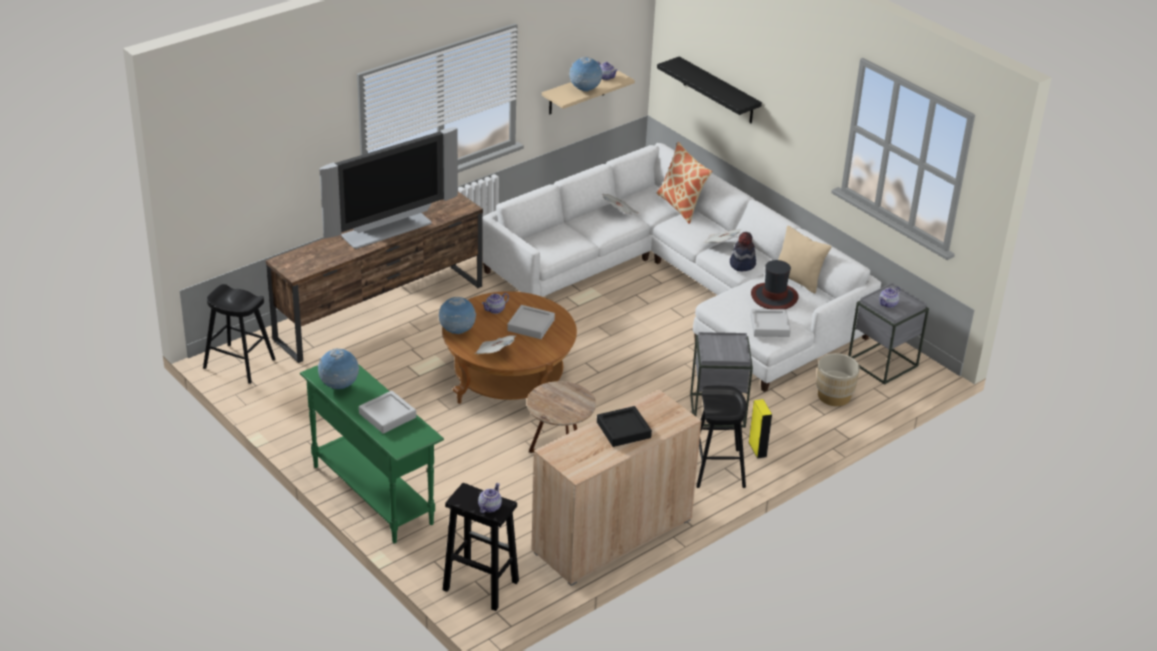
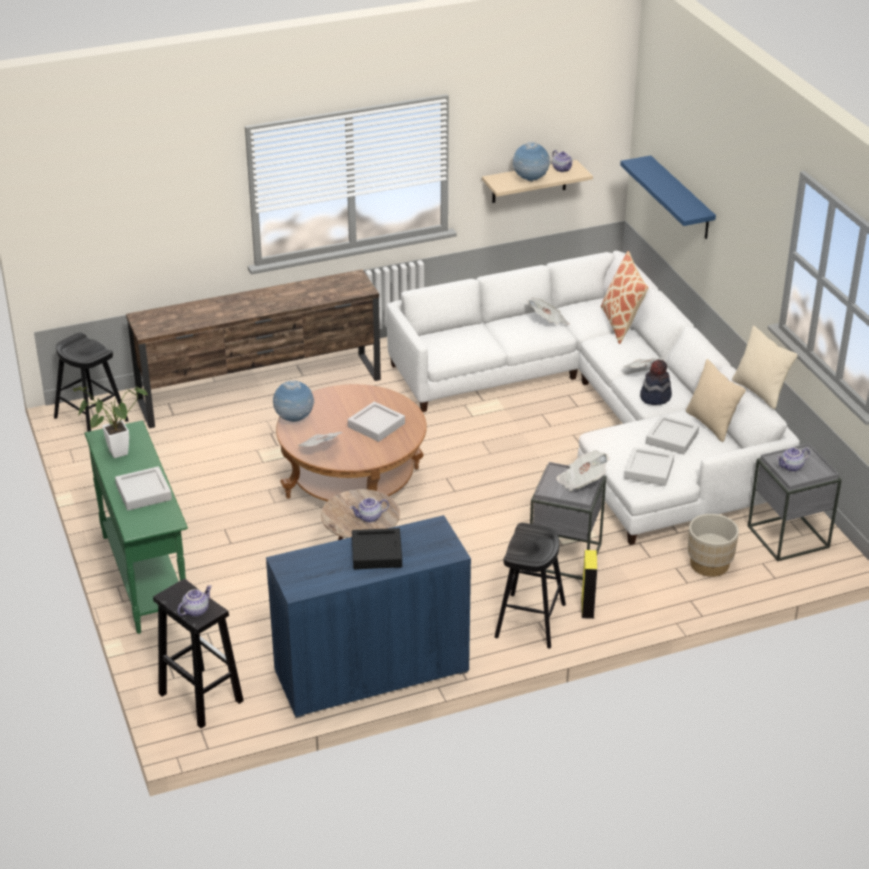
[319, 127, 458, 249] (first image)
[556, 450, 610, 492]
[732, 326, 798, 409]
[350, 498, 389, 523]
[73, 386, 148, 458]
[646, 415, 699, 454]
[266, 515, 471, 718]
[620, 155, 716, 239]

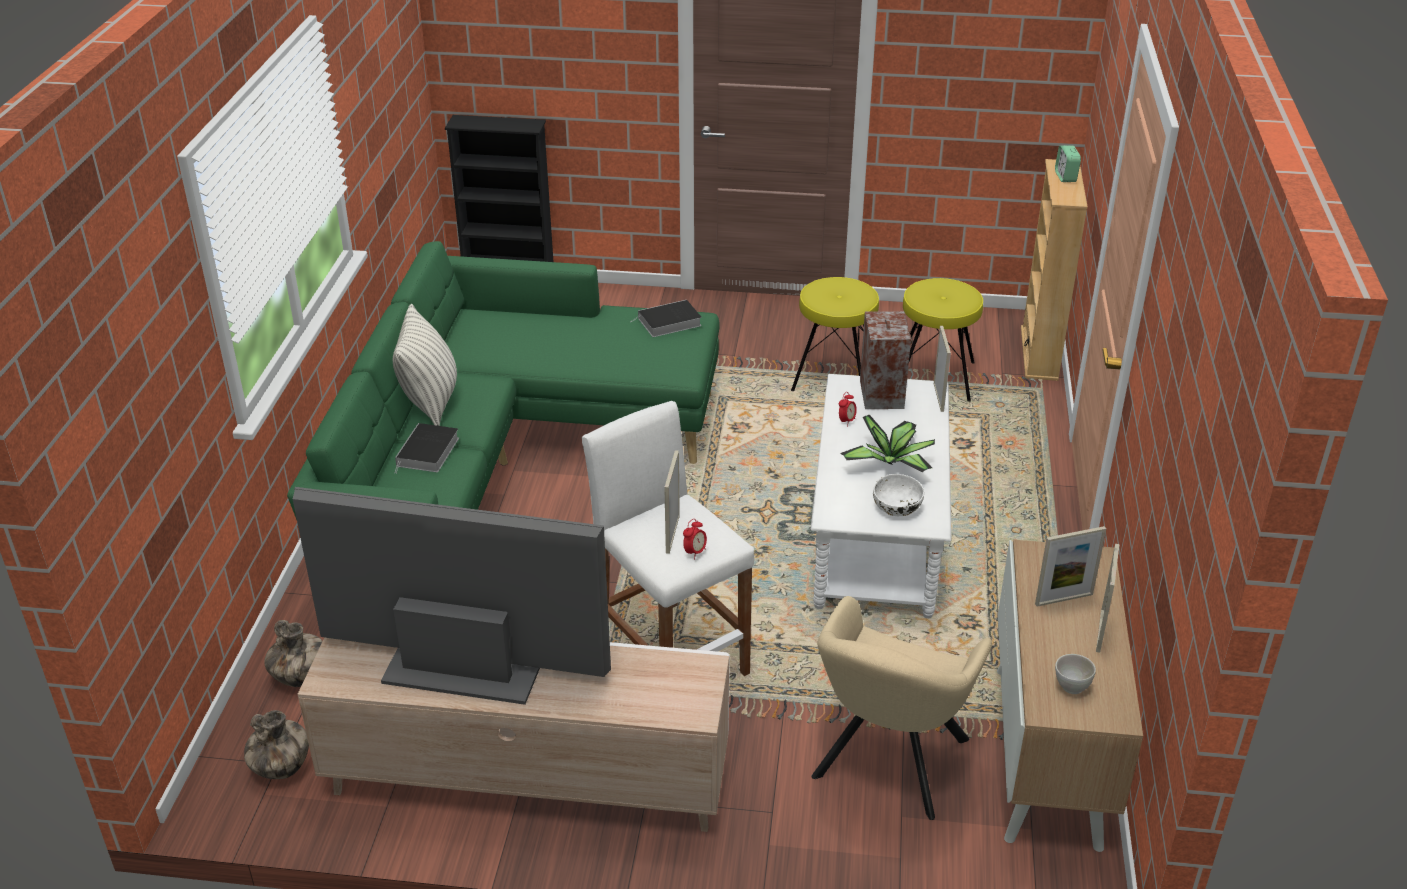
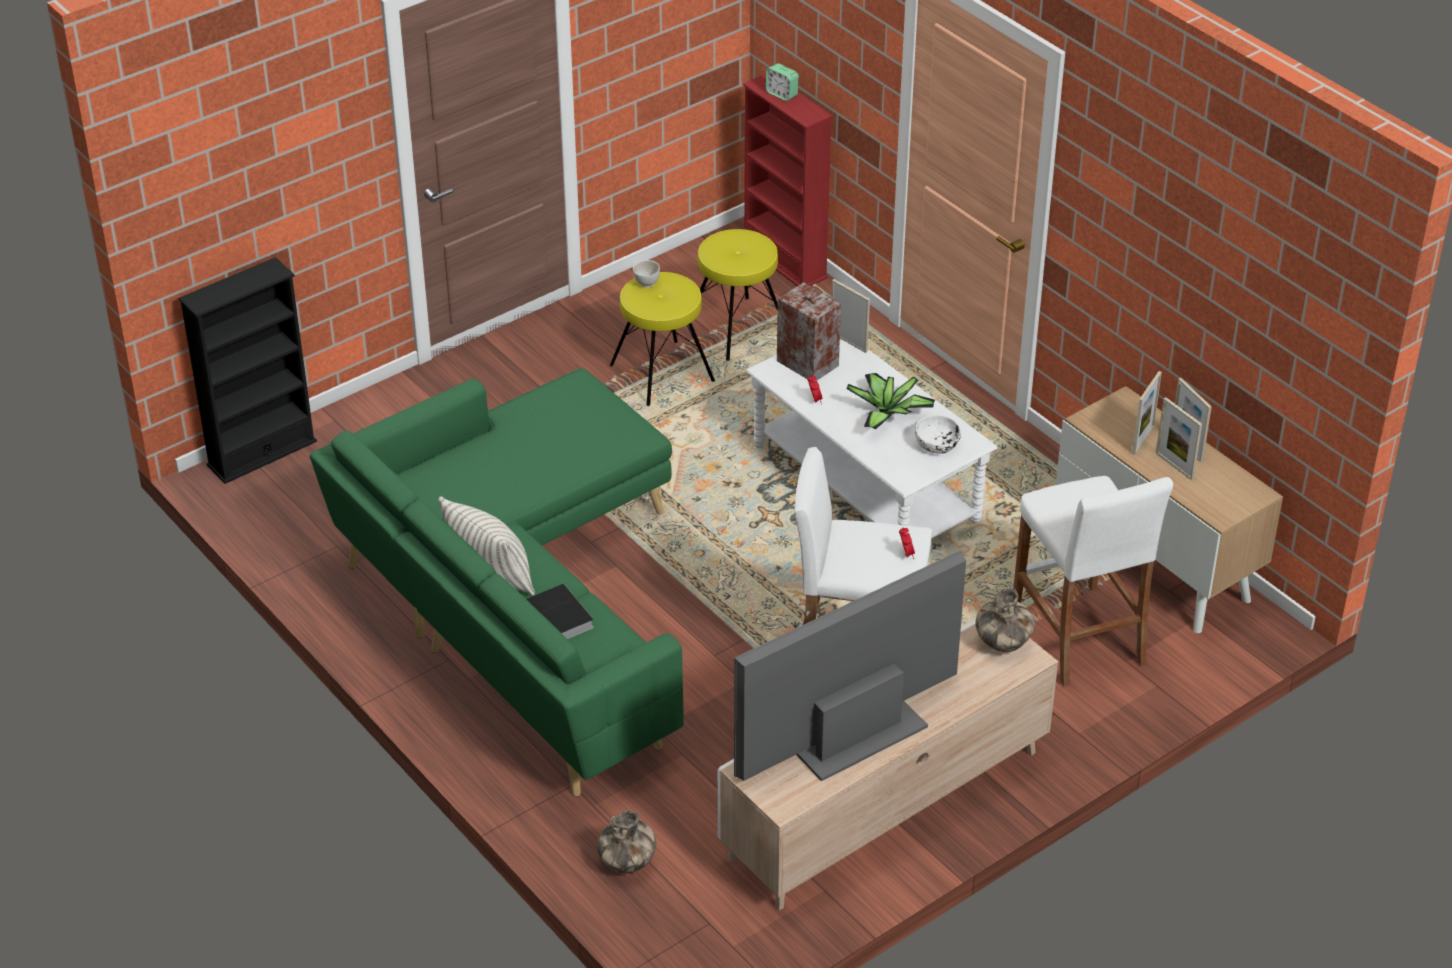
[630, 300, 701, 337] (first image)
[975, 588, 1035, 652]
[1156, 397, 1202, 480]
[633, 260, 660, 287]
[1013, 476, 1173, 687]
[743, 74, 833, 286]

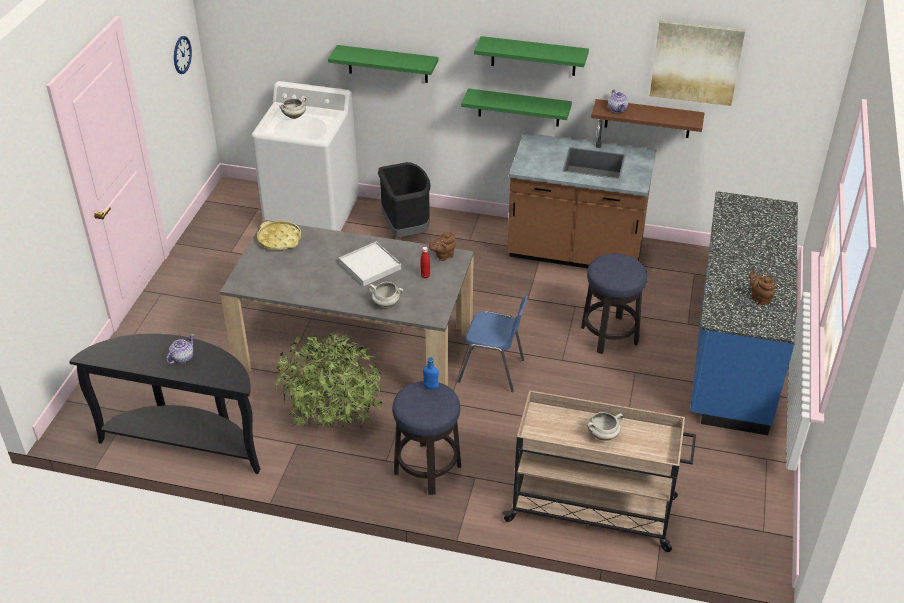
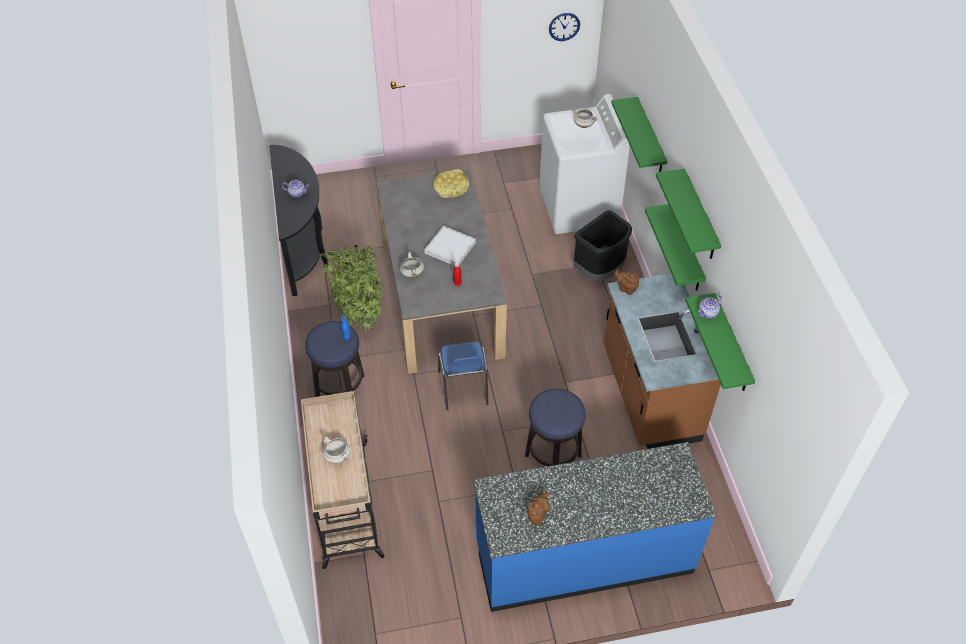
[650, 20, 745, 106] (first image)
[614, 269, 639, 295]
[685, 293, 755, 391]

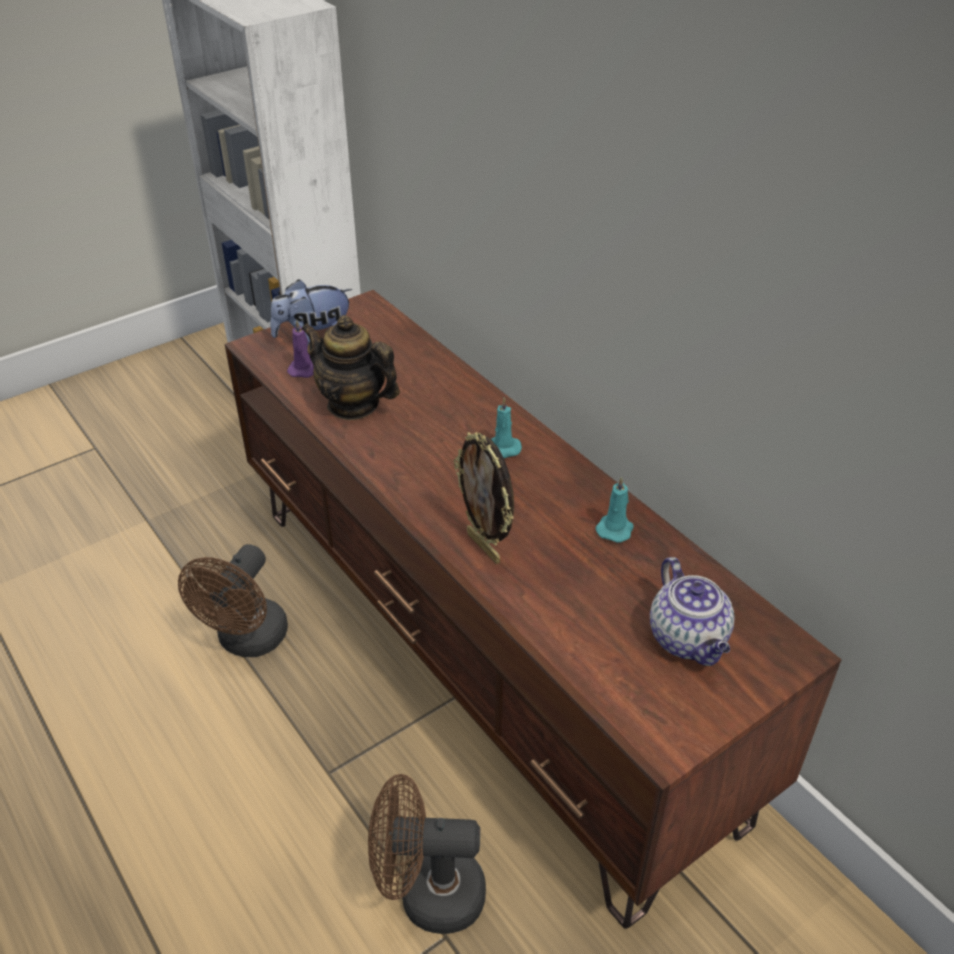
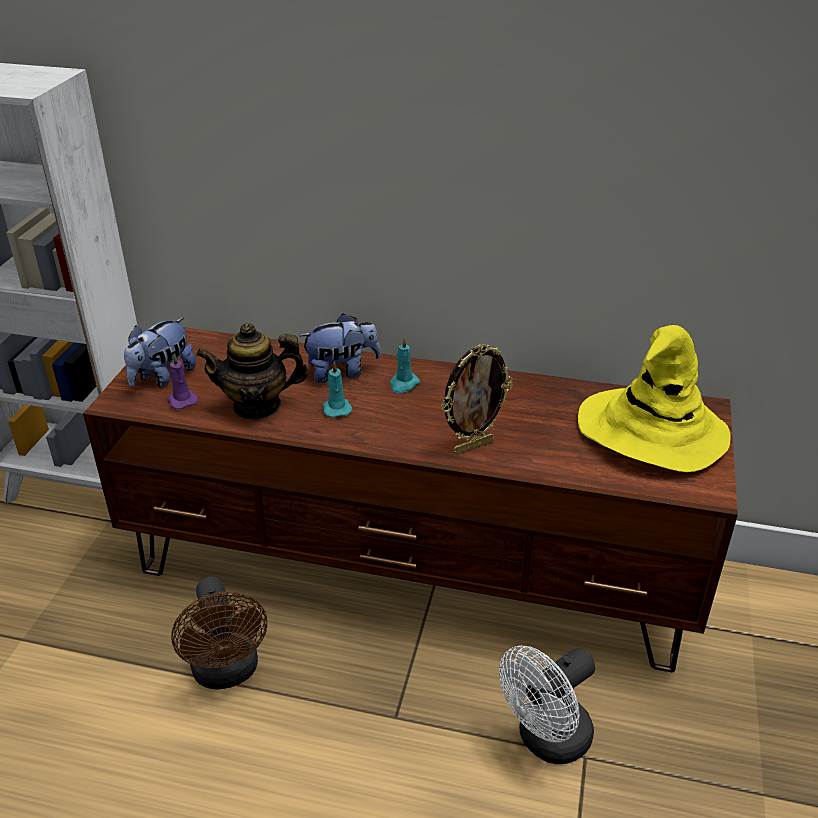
[300, 313, 381, 383]
[323, 361, 353, 418]
[578, 325, 730, 472]
[499, 645, 595, 764]
[441, 344, 513, 455]

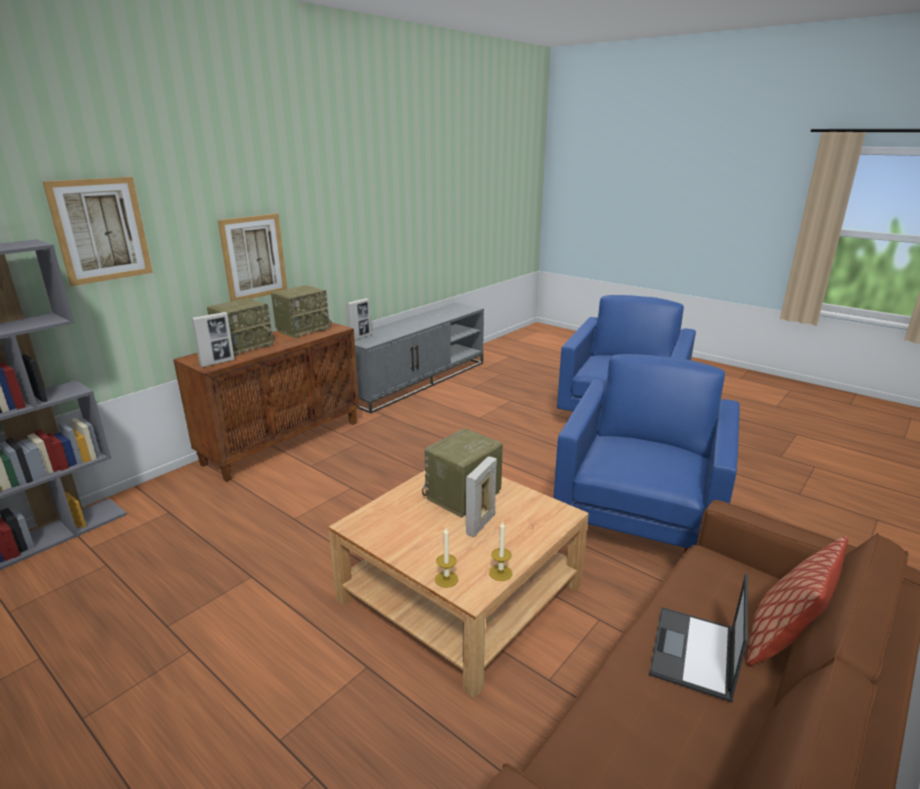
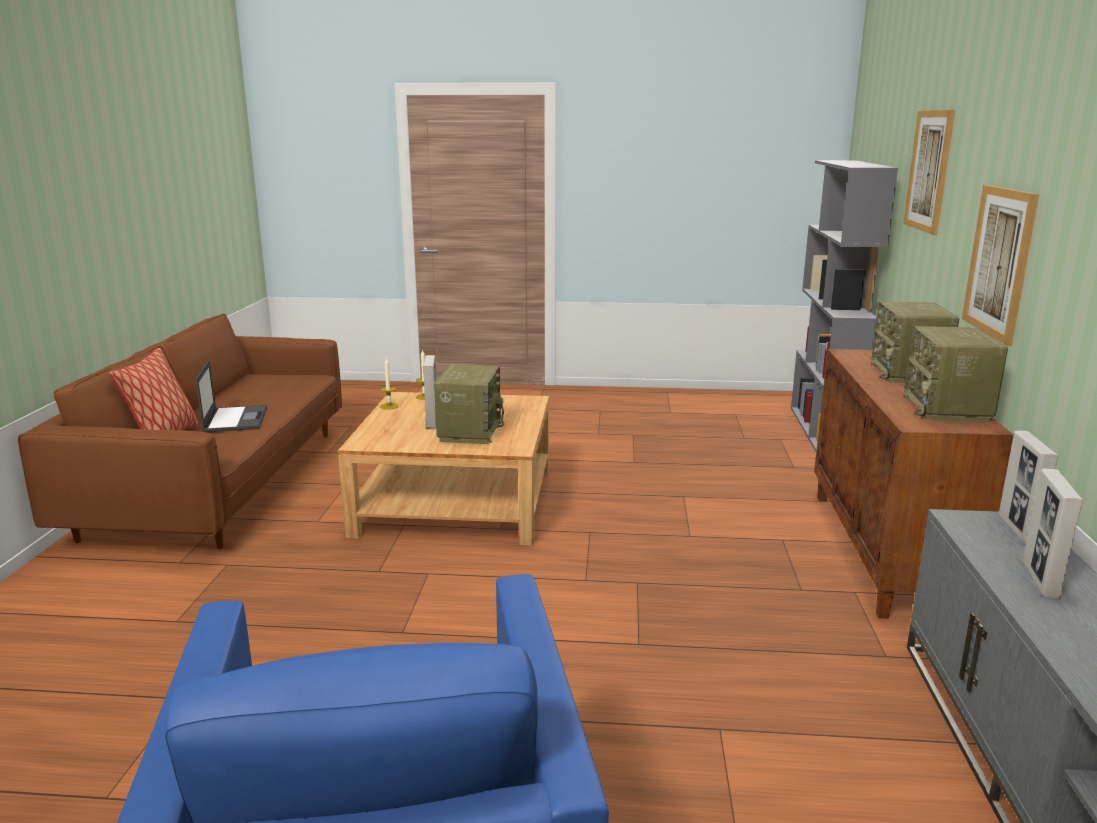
[553, 354, 740, 553] (first image)
[1023, 469, 1083, 599]

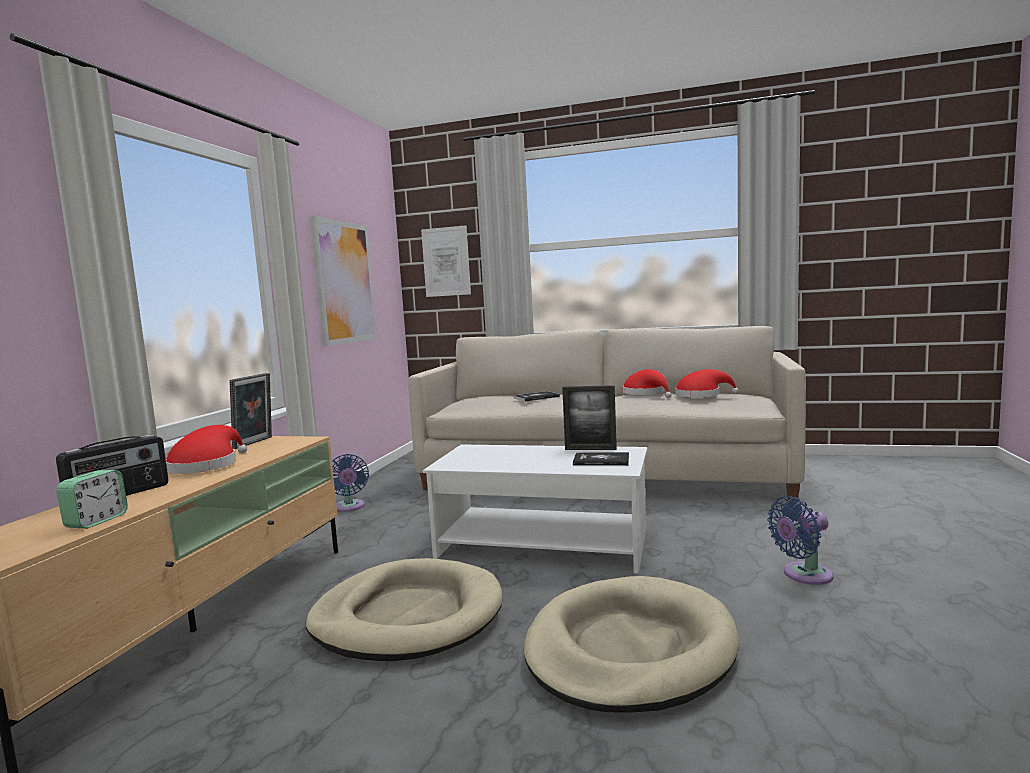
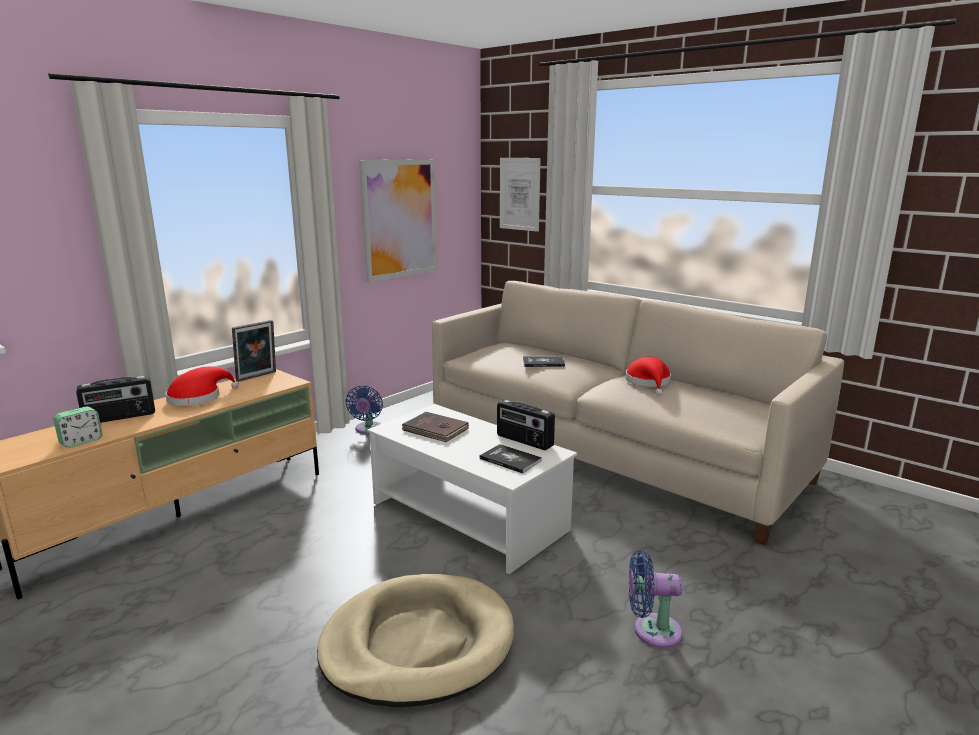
[305, 558, 503, 661] (first image)
[675, 369, 739, 398] (first image)
[401, 412, 469, 442]
[497, 400, 555, 450]

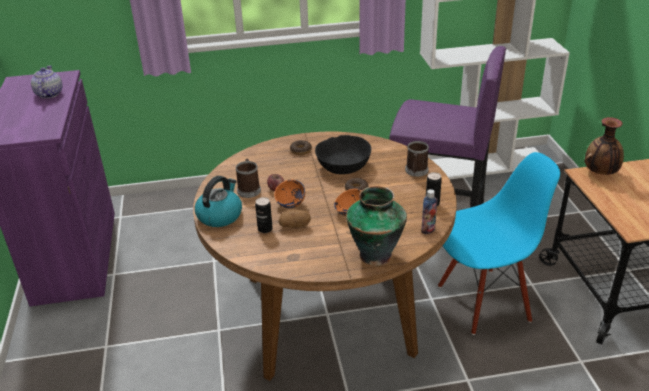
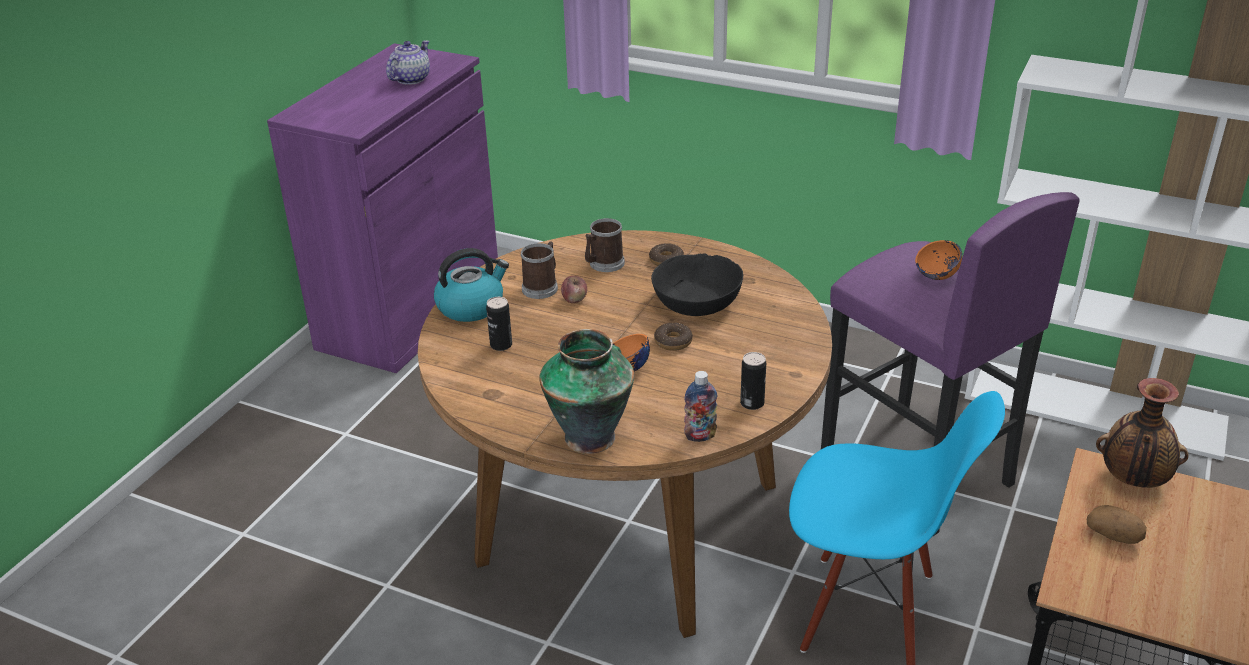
[915, 240, 962, 280]
[1087, 505, 1147, 544]
[585, 218, 625, 272]

